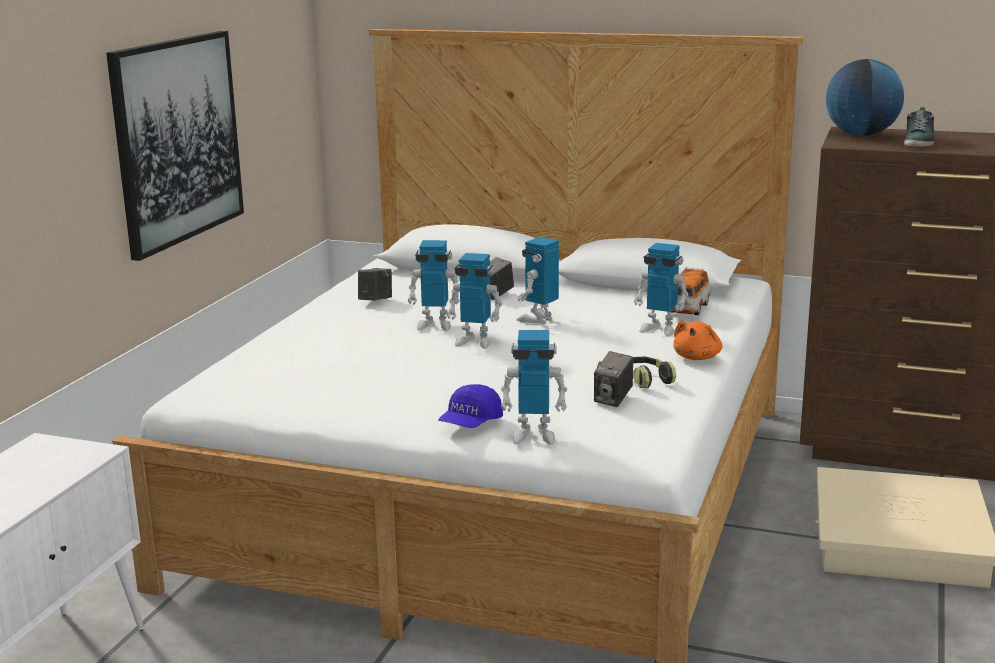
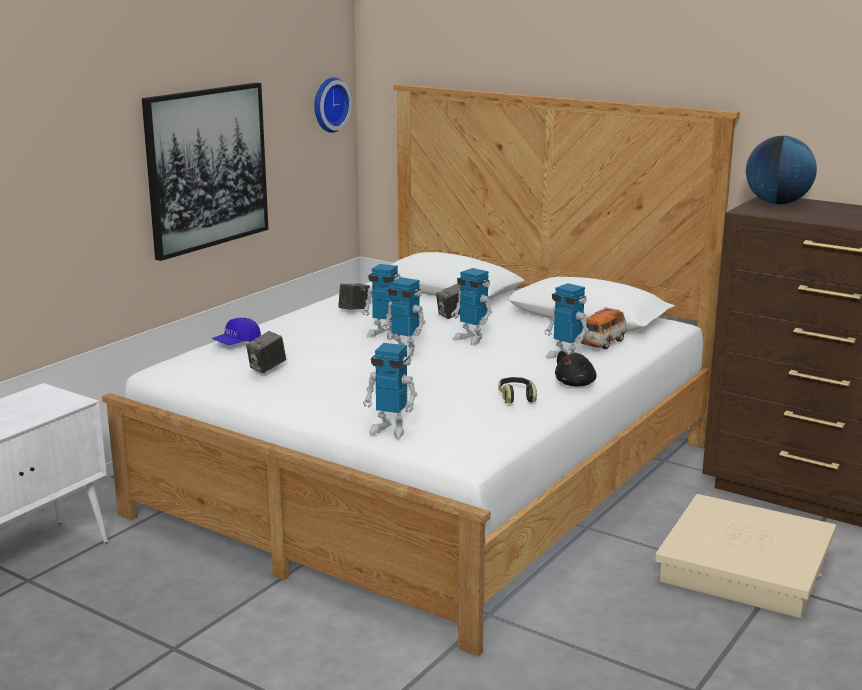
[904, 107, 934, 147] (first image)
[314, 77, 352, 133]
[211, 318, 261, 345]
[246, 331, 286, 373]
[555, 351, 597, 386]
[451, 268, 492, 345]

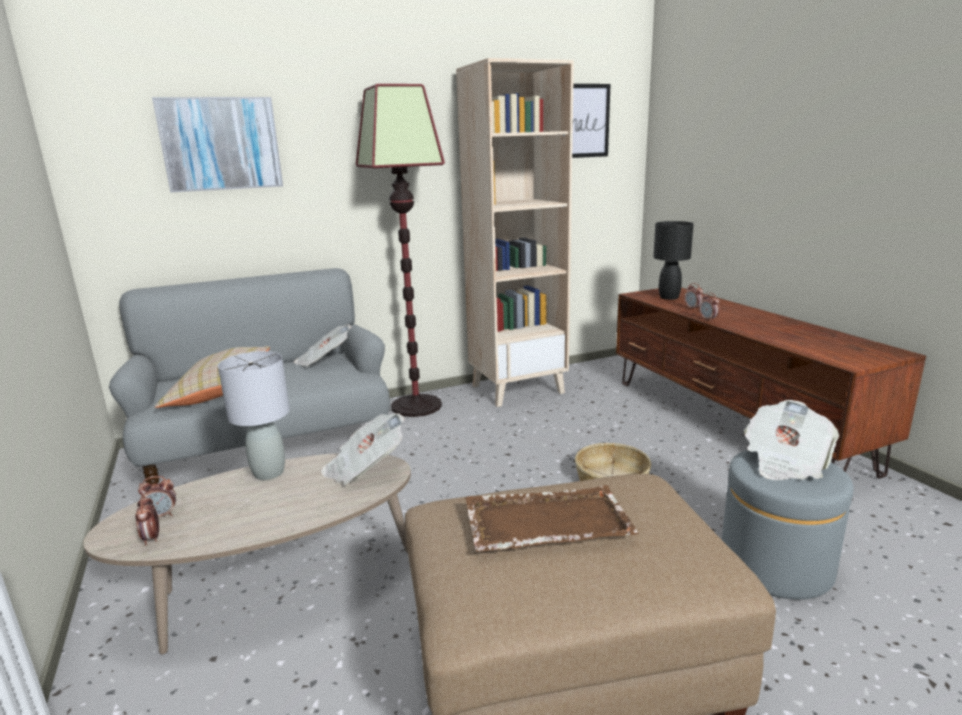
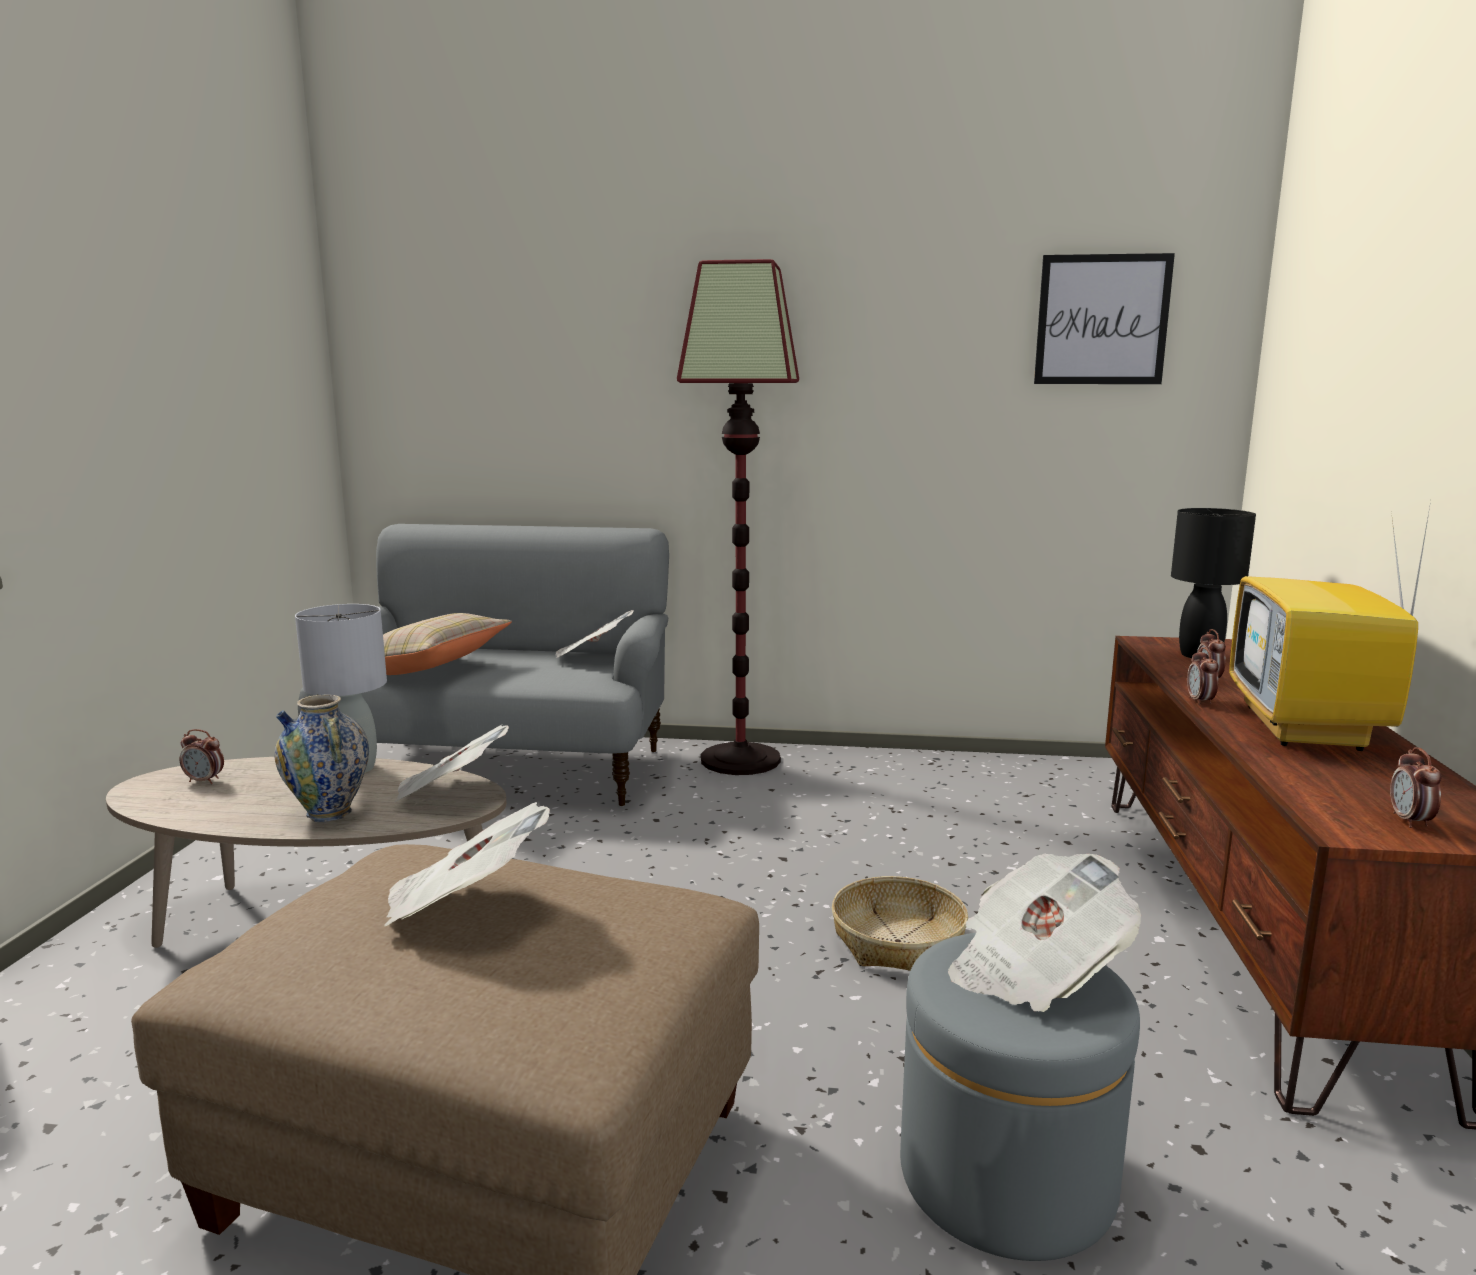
[152, 97, 283, 193] (first image)
[456, 58, 574, 407] (first image)
[274, 694, 369, 822]
[1229, 501, 1431, 751]
[1390, 747, 1442, 828]
[384, 802, 550, 927]

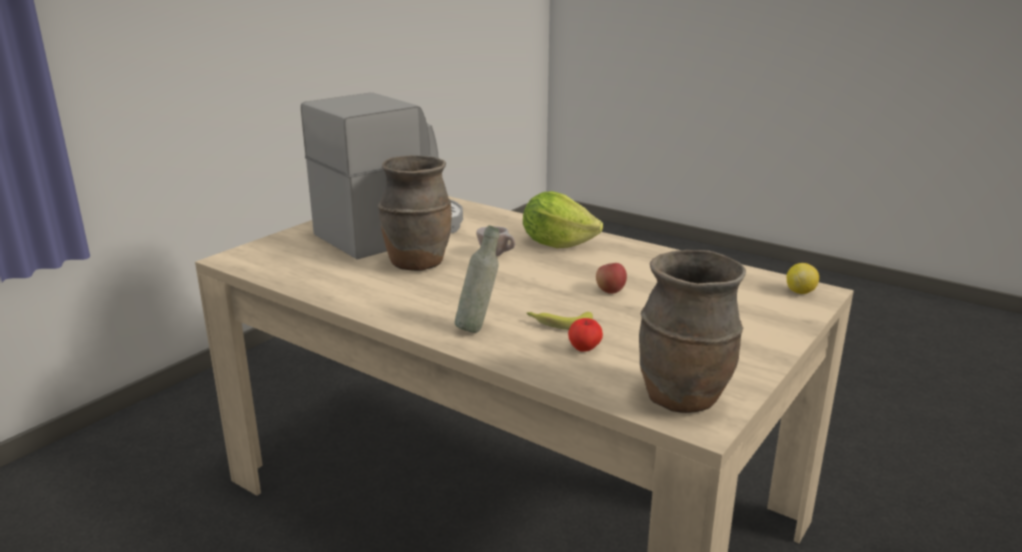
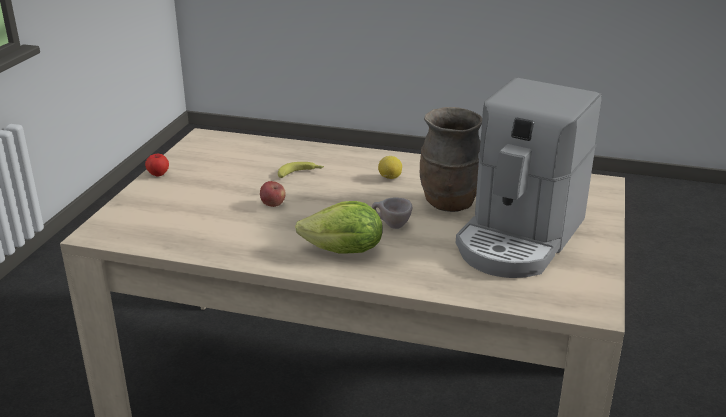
[455, 225, 499, 333] (first image)
[639, 250, 746, 413] (first image)
[145, 153, 169, 176]
[378, 156, 402, 179]

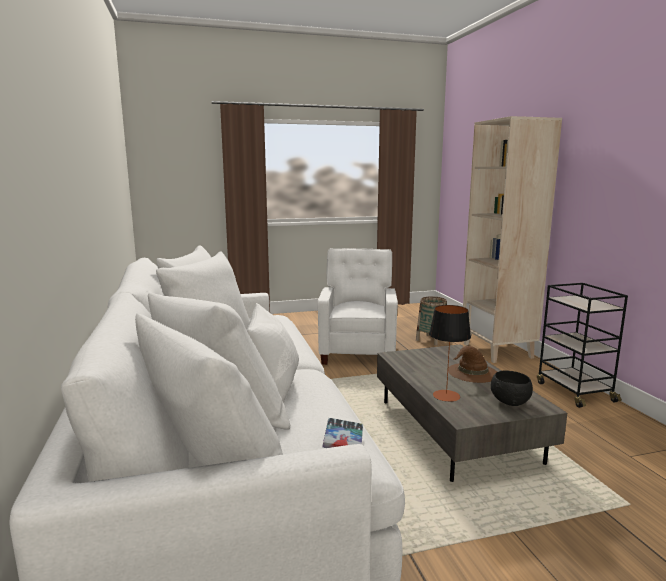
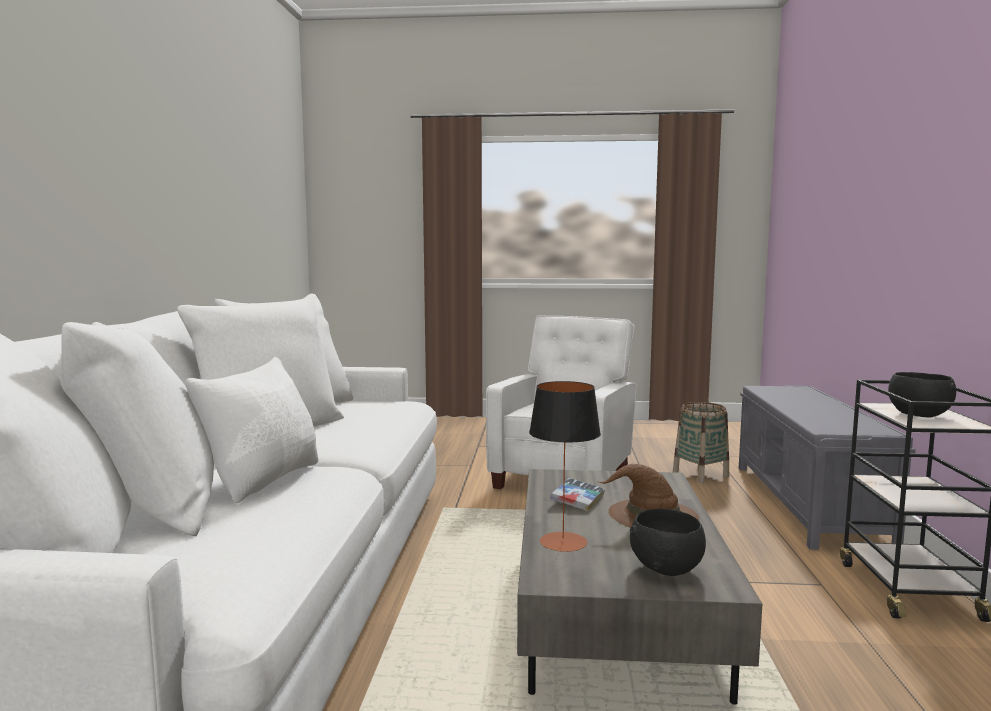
[888, 372, 956, 418]
[550, 478, 605, 511]
[739, 386, 916, 550]

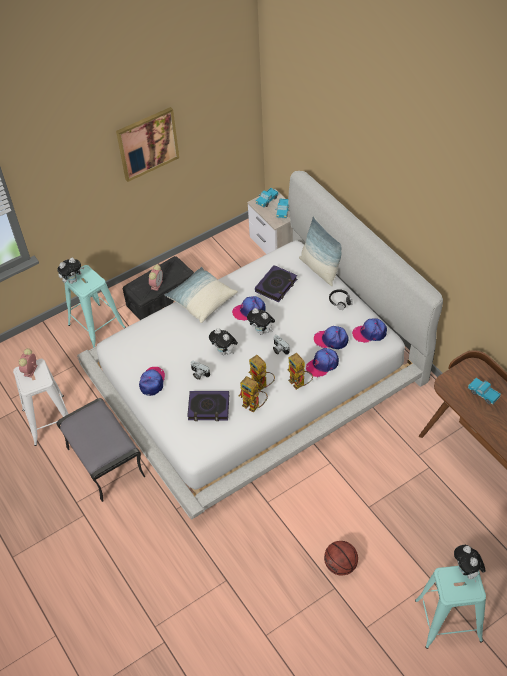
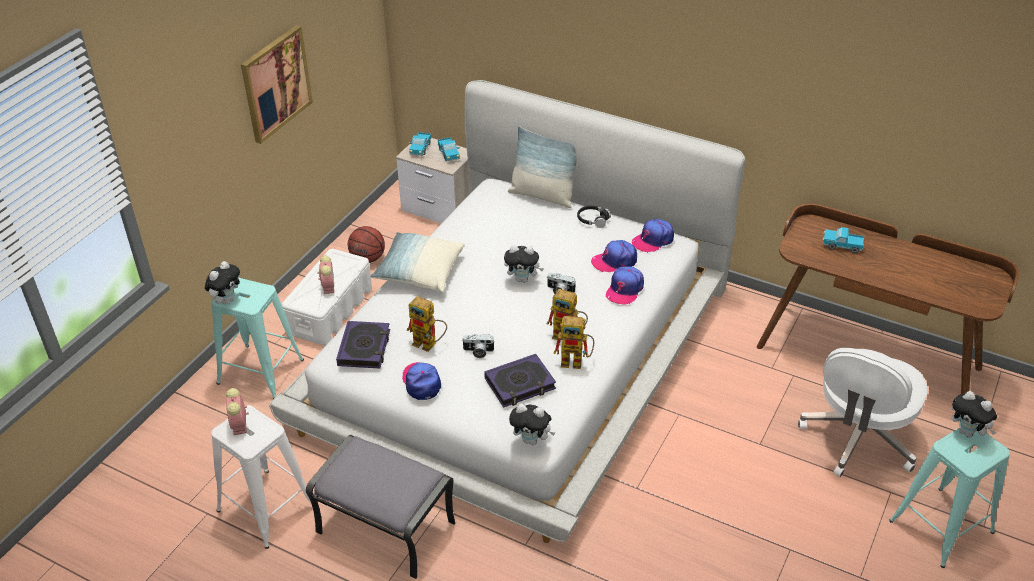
[232, 296, 266, 321] (first image)
[798, 348, 928, 477]
[509, 404, 555, 445]
[336, 321, 390, 369]
[407, 296, 447, 352]
[348, 226, 385, 263]
[282, 249, 372, 345]

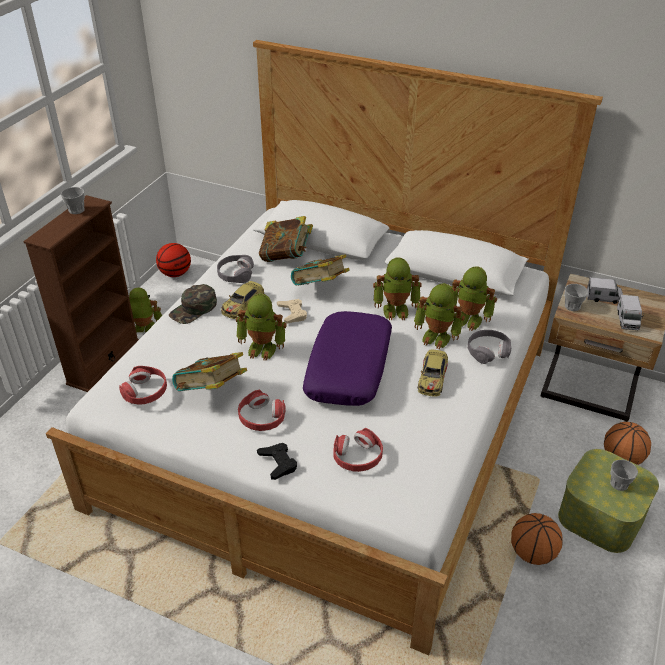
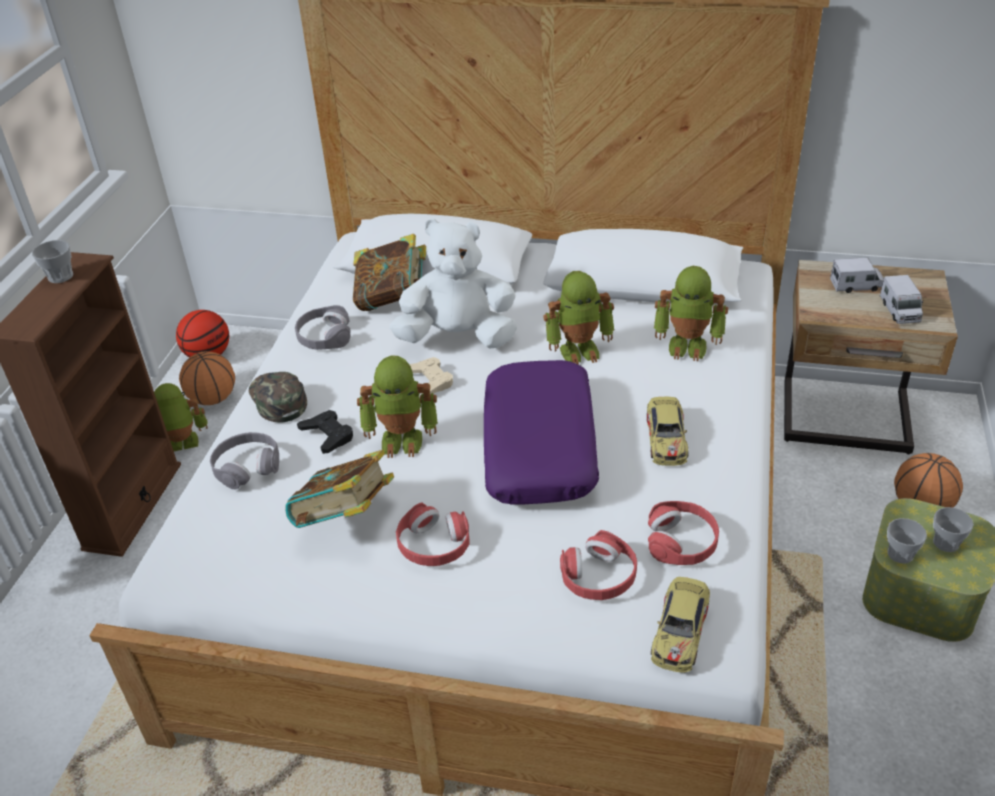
[414, 283, 465, 349] (first image)
[648, 501, 719, 565]
[651, 577, 710, 673]
[297, 410, 353, 454]
[210, 432, 279, 490]
[179, 351, 235, 405]
[887, 518, 927, 564]
[390, 219, 517, 349]
[249, 372, 307, 423]

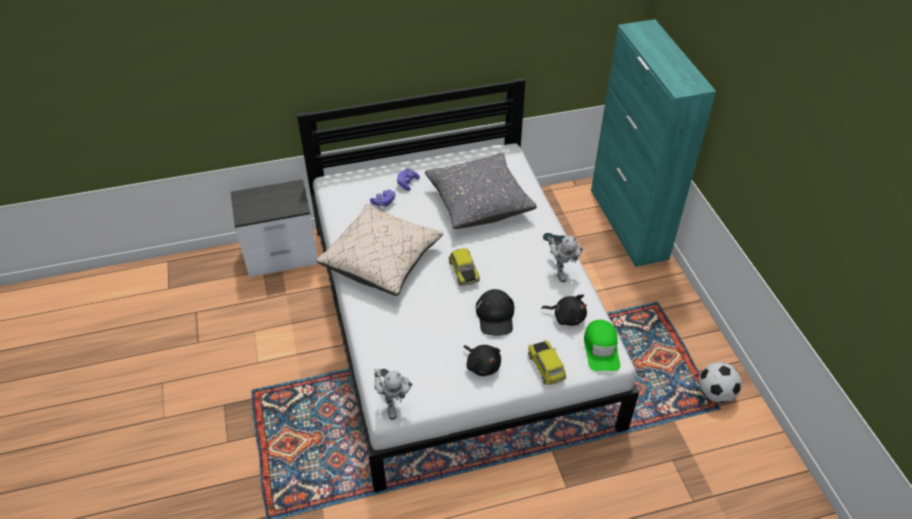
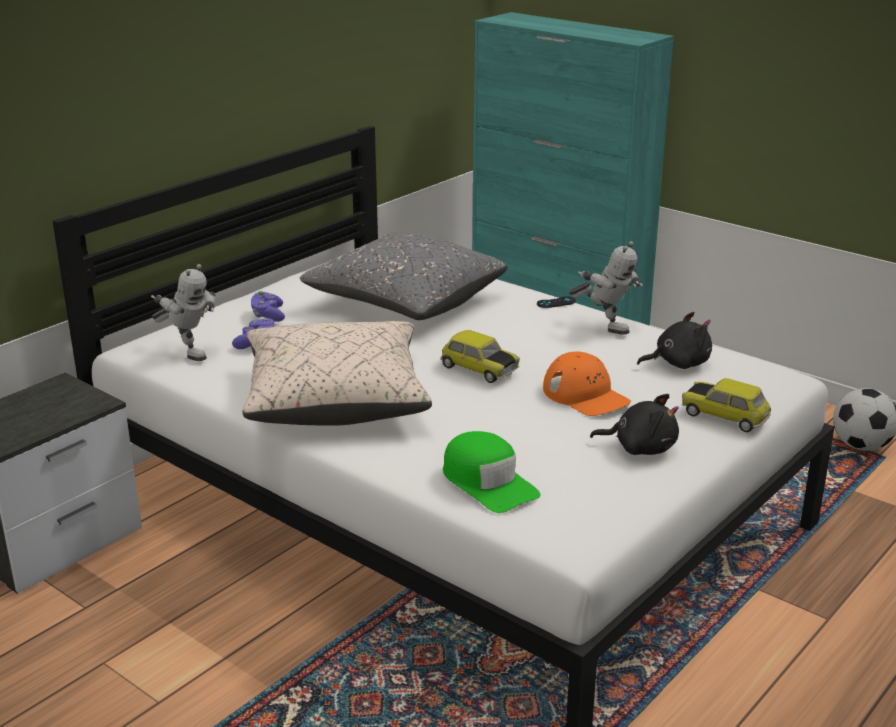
[151, 264, 215, 361]
[443, 431, 541, 513]
[543, 352, 631, 416]

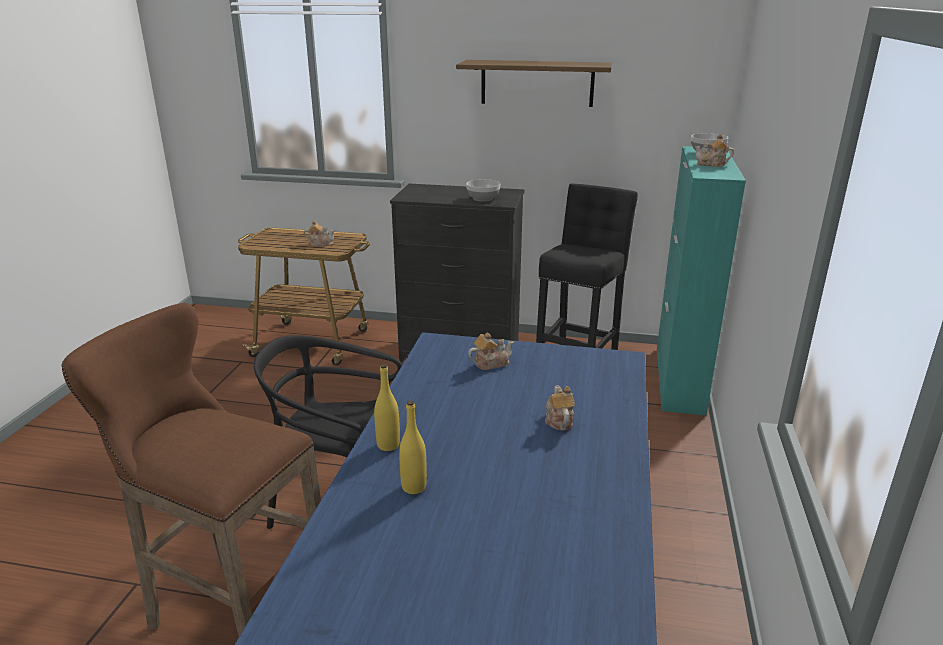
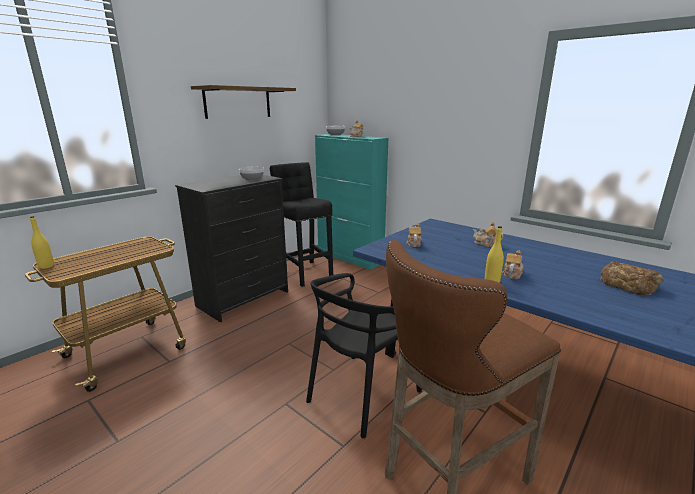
[600, 261, 664, 295]
[502, 250, 524, 279]
[30, 216, 54, 269]

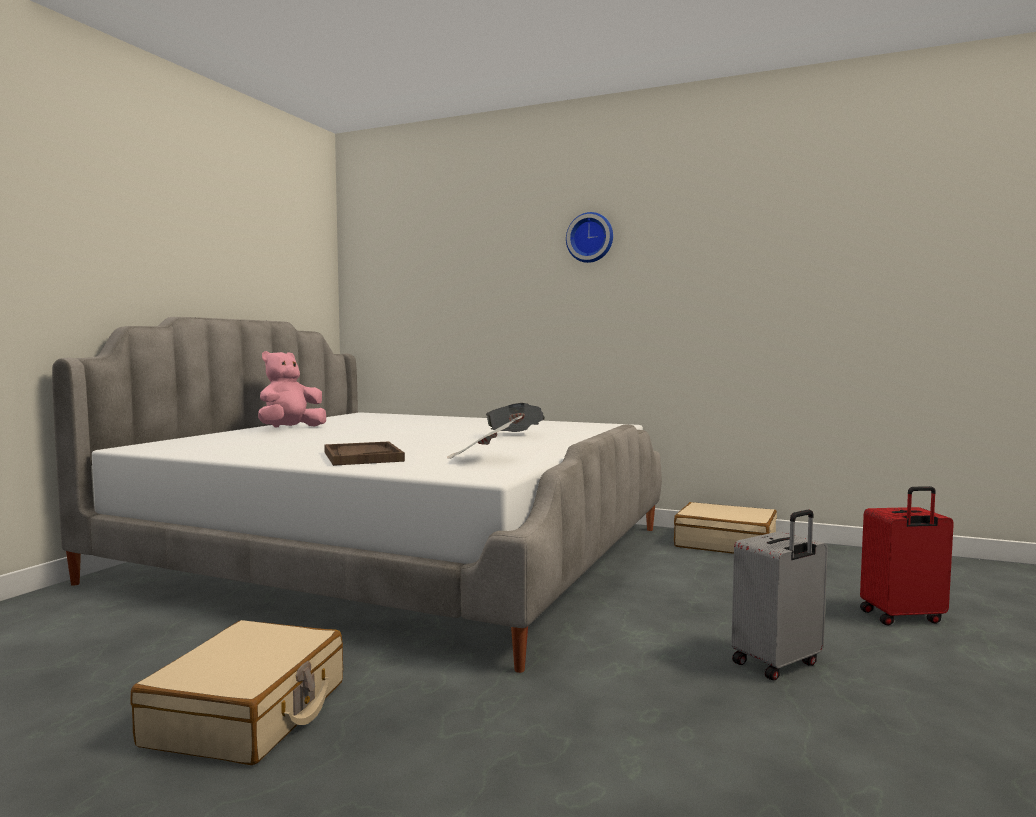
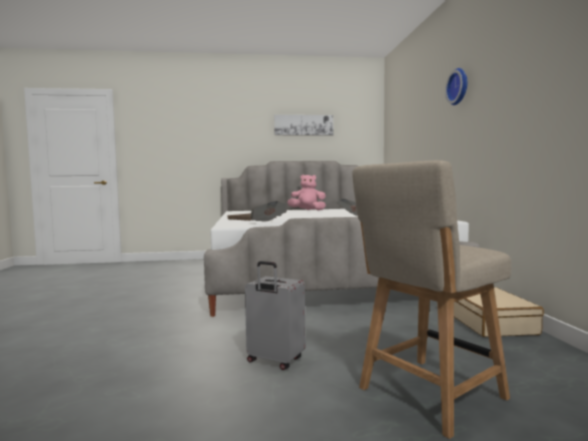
[130, 620, 343, 765] (first image)
[274, 115, 333, 135]
[352, 160, 511, 439]

